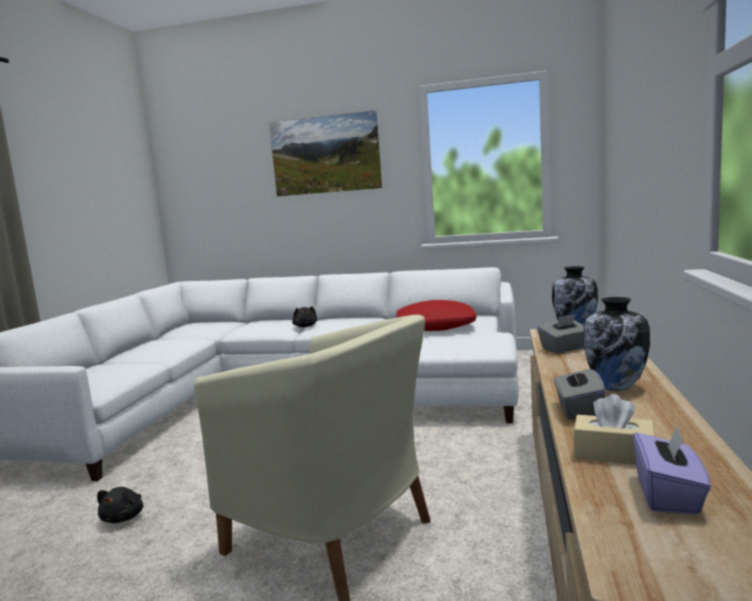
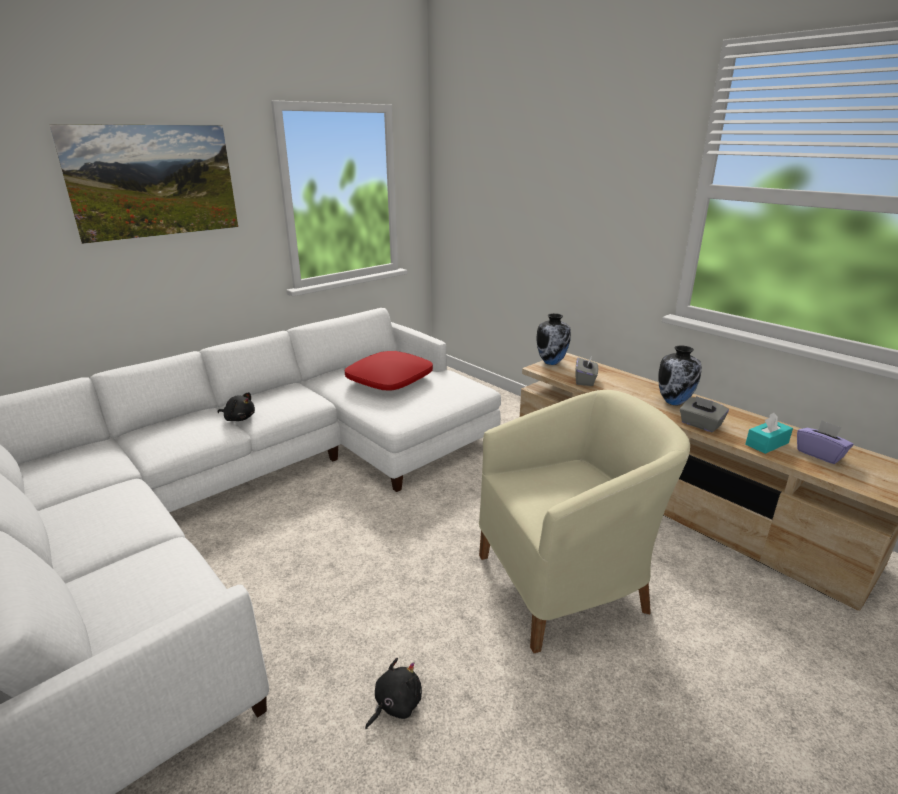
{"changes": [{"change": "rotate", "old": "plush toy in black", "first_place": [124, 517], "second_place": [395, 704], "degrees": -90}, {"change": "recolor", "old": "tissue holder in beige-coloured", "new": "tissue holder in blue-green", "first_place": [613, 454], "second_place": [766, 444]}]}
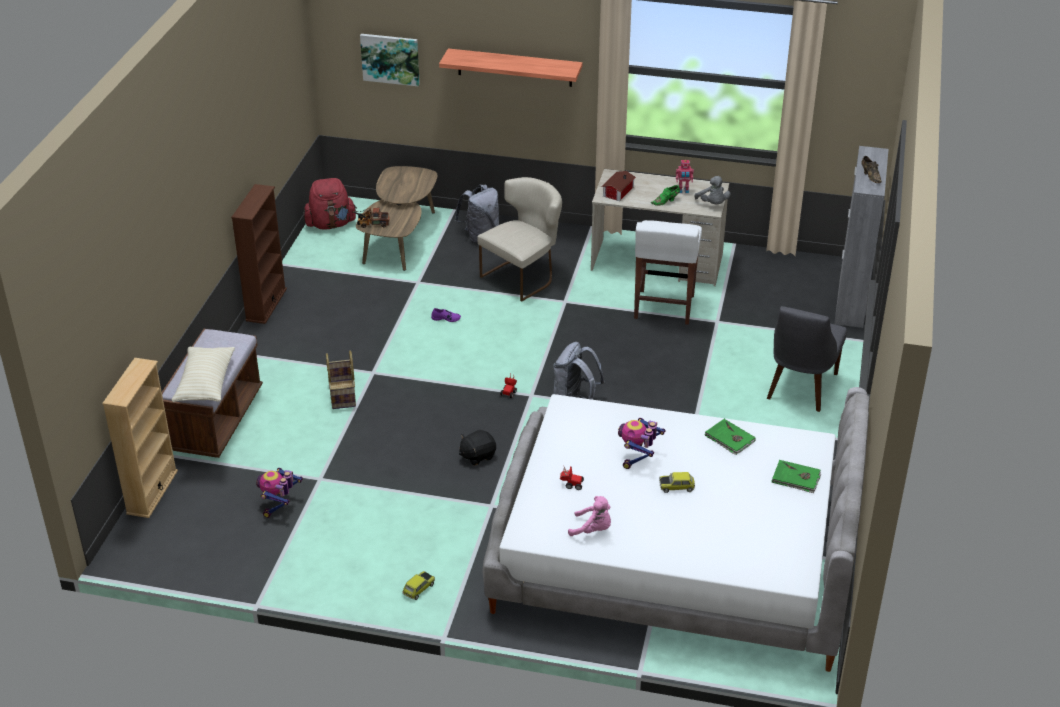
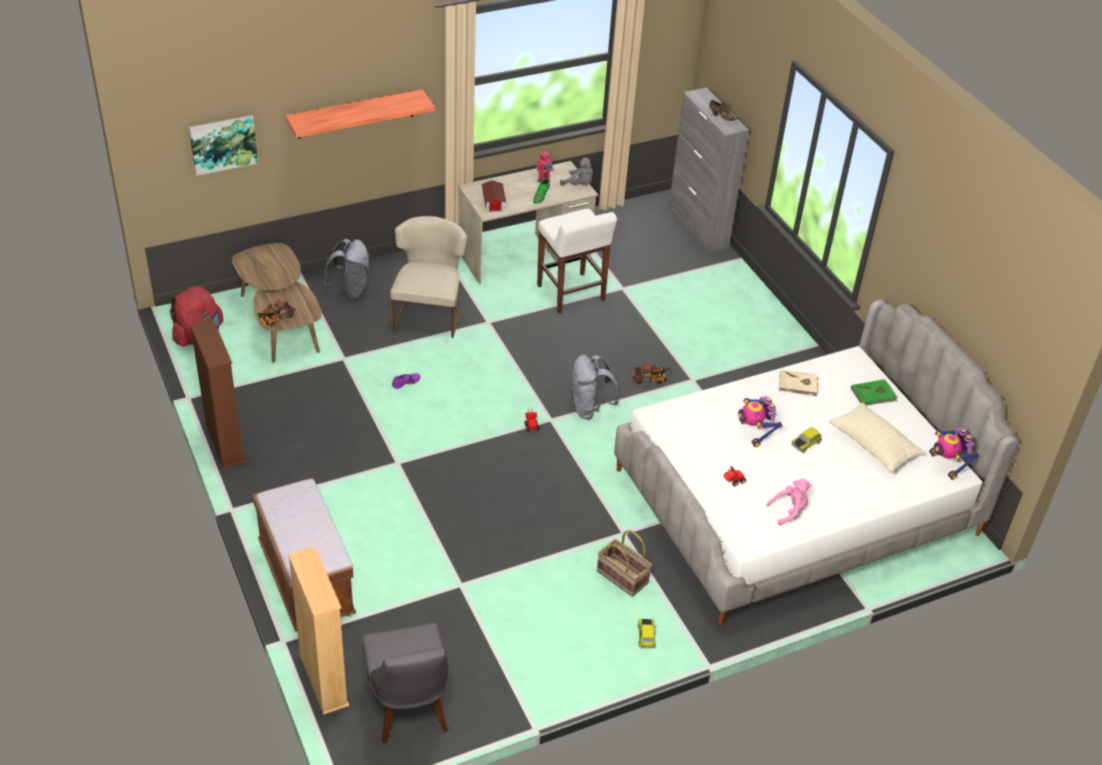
{"changes": [{"change": "move", "old": "cushion in beige-coloured", "first_place": [205, 384], "second_place": [873, 446]}, {"change": "move", "old": "model robot", "first_place": [280, 505], "second_place": [947, 465]}, {"change": "move", "old": "basket", "first_place": [343, 394], "second_place": [623, 577]}, {"change": "delete", "old": "plush toy in black", "first_place": [477, 456]}, {"change": "recolor", "old": "bound book in green-coloured", "new": "bound book in beige-coloured", "first_place": [729, 439], "second_place": [798, 385]}, {"change": "move", "old": "plain chair in gray", "first_place": [800, 388], "second_place": [408, 708]}, {"change": "insert", "new": "model truck", "second_place": [651, 379]}]}
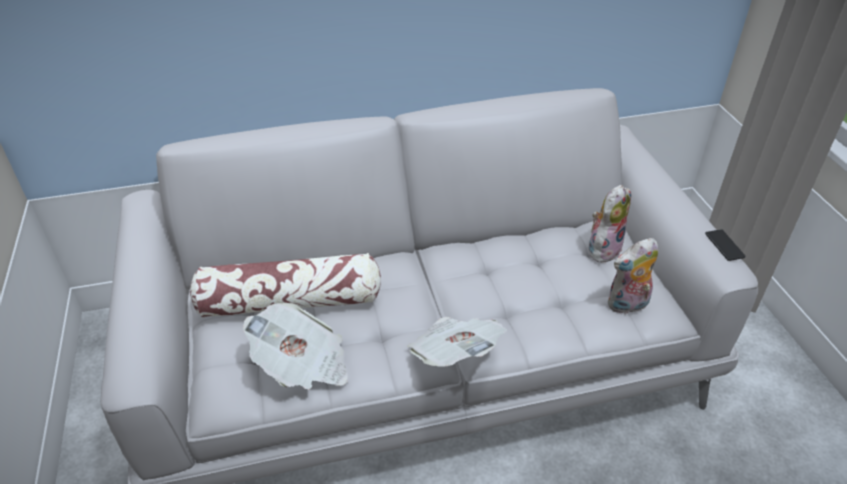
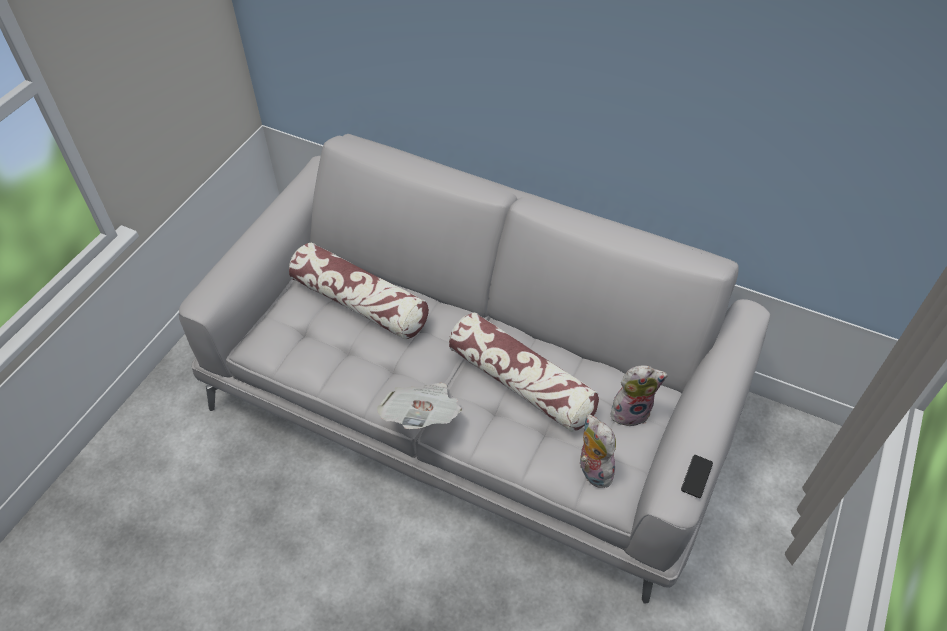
{"changes": [{"change": "delete", "old": "printed paper", "first_place": [302, 365]}, {"change": "rotate", "old": "plush toy", "first_place": [627, 305], "second_place": [592, 470], "degrees": 45}, {"change": "insert", "new": "cushion", "second_place": [521, 382]}]}
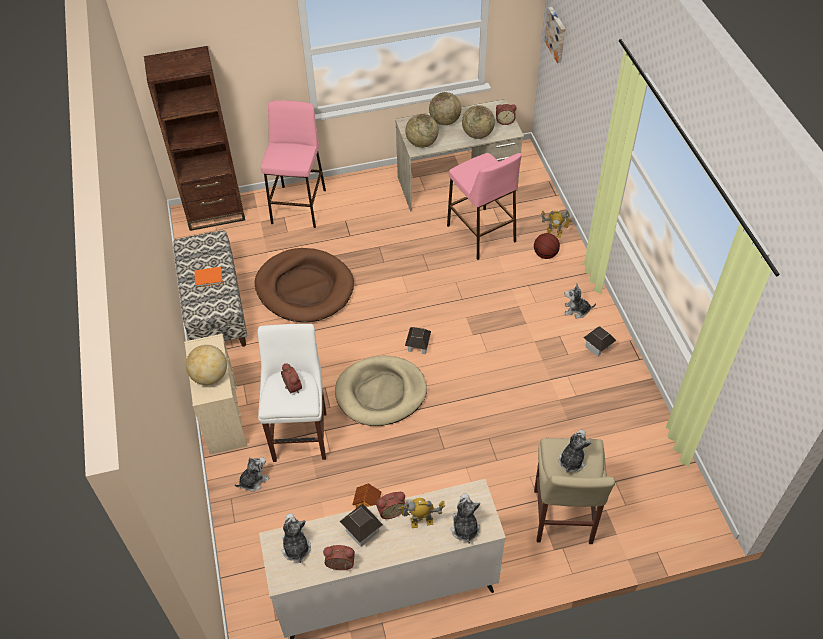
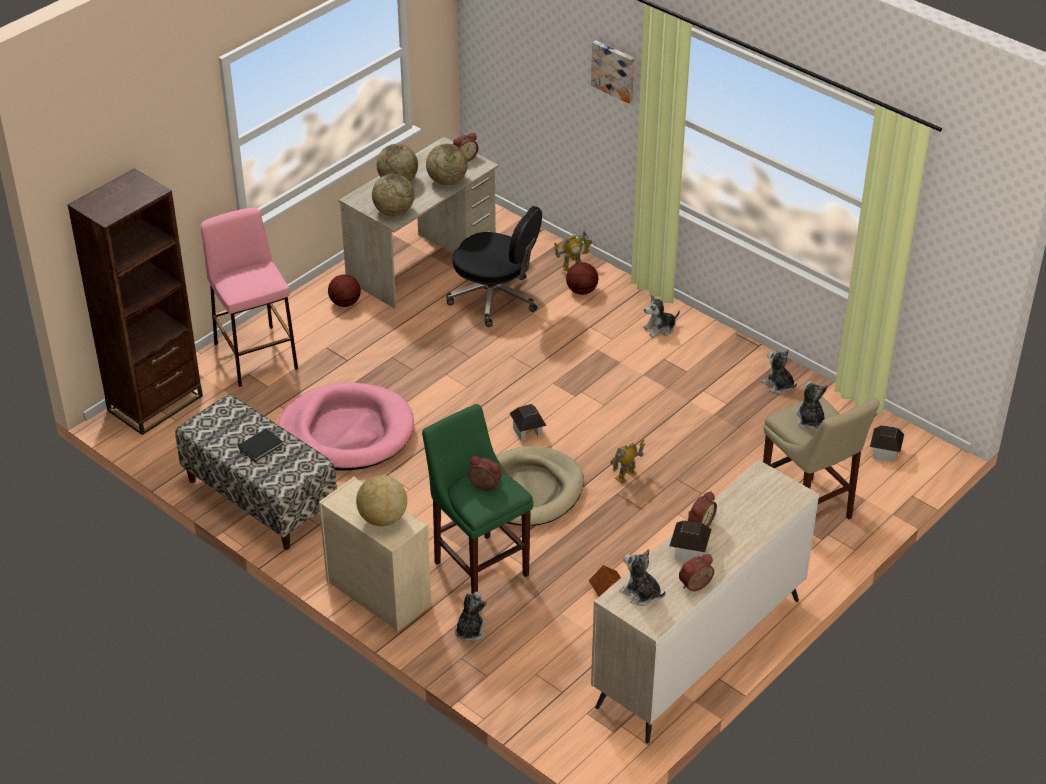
{"changes": [{"change": "recolor", "old": "bound book in orange-coloured", "new": "bound book in black", "first_place": [209, 278], "second_place": [262, 446]}, {"change": "recolor", "old": "pet bed in brownish", "new": "pet bed in pink-coloured", "first_place": [304, 288], "second_place": [346, 432]}, {"change": "recolor", "old": "sitting stool in white-coloured", "new": "sitting stool in green-coloured", "first_place": [301, 433], "second_place": [479, 565]}, {"change": "move", "old": "model robot", "first_place": [421, 522], "second_place": [626, 476]}, {"change": "replace", "old": "sitting stool in pink-coloured", "new": "desk chair in black", "first_place": [481, 234], "second_place": [495, 299]}, {"change": "move", "old": "plush toy", "first_place": [464, 527], "second_place": [778, 385]}, {"change": "move", "old": "picture", "first_place": [556, 34], "second_place": [614, 70]}, {"change": "move", "old": "model house", "first_place": [597, 347], "second_place": [884, 452]}, {"change": "insert", "new": "basketball ball", "second_place": [345, 303]}]}
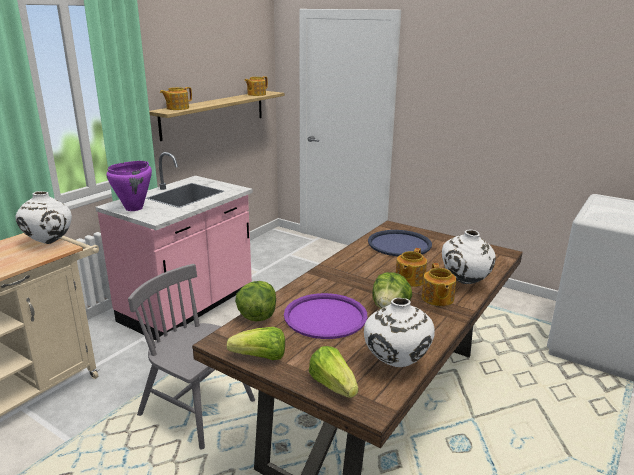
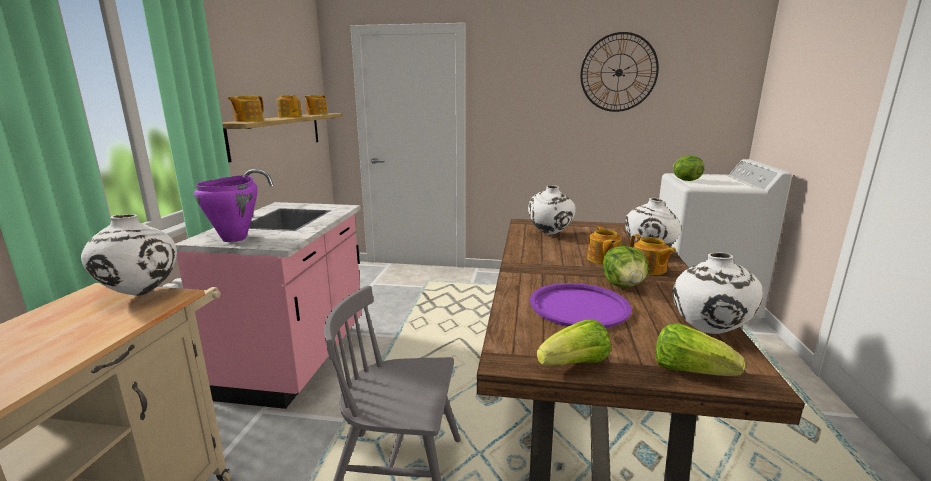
{"changes": [{"change": "move", "old": "lettuce head", "first_place": [257, 316], "second_place": [685, 180]}, {"change": "replace", "old": "tray in blue", "new": "decorative vase in white-coloured", "first_place": [399, 244], "second_place": [550, 234]}, {"change": "insert", "new": "tea pot", "second_place": [290, 116]}, {"change": "insert", "new": "wall clock", "second_place": [618, 72]}]}
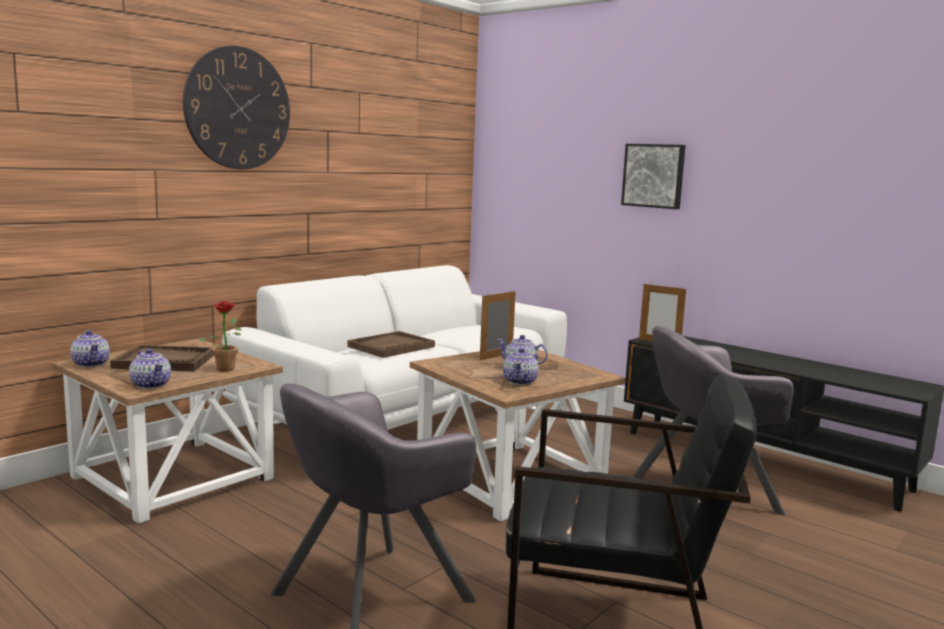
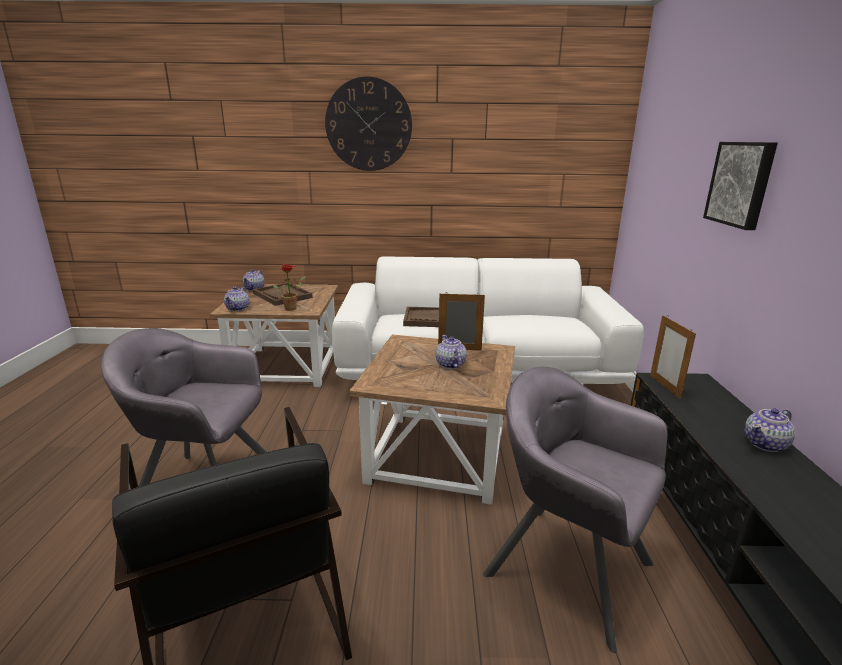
{"changes": [{"change": "move", "old": "tea pot", "first_place": [520, 381], "second_place": [765, 444]}]}
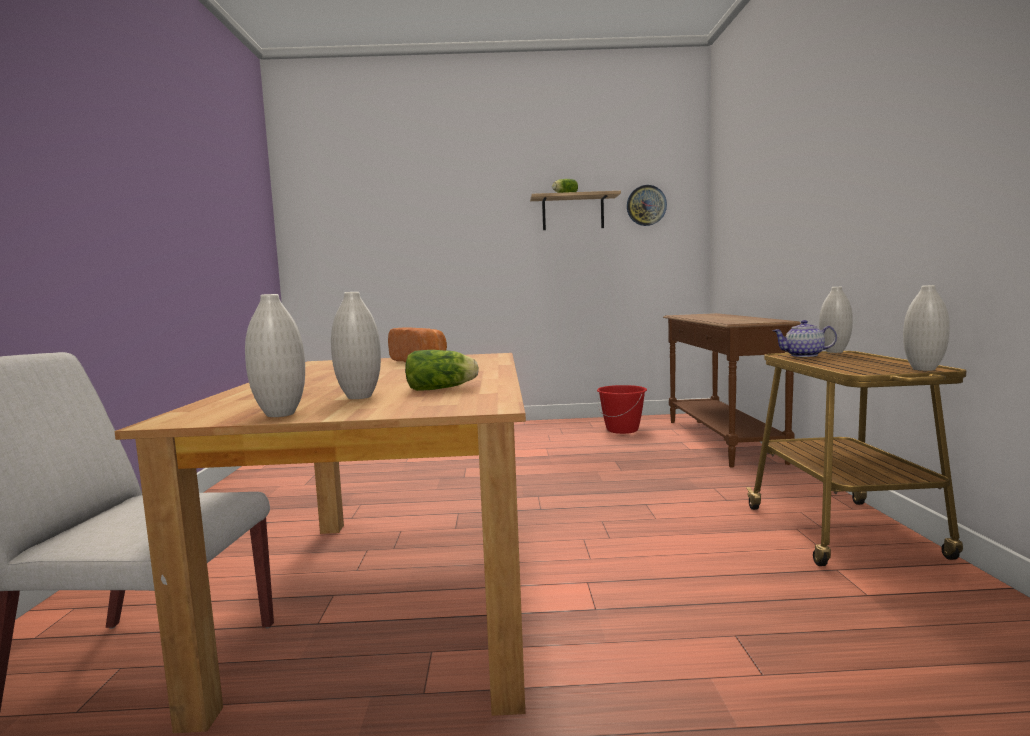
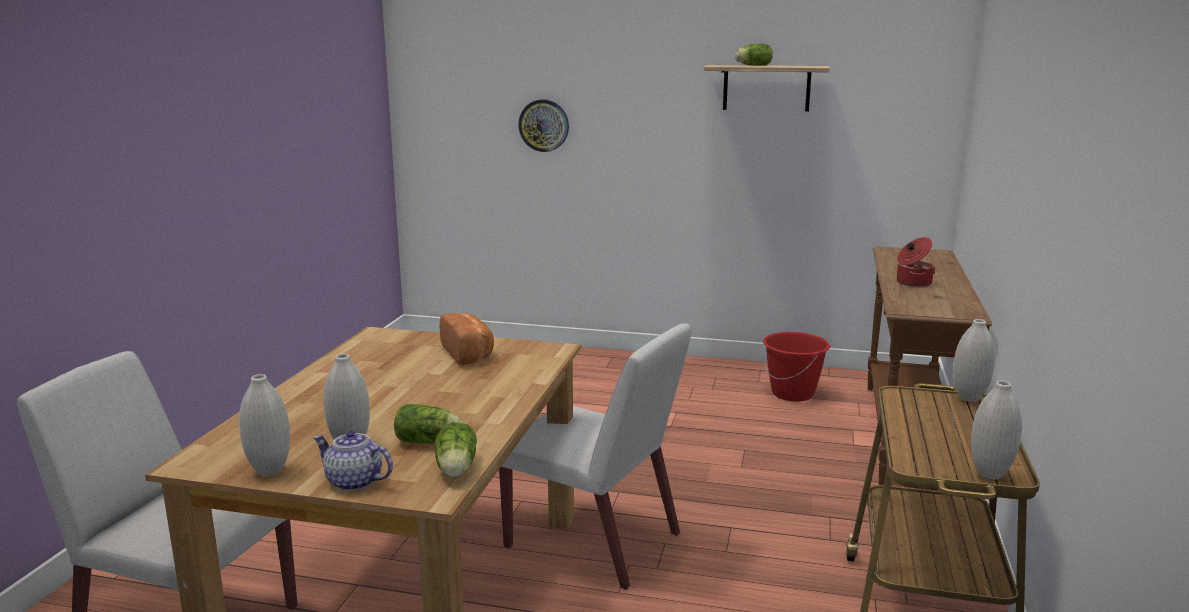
{"changes": [{"change": "move", "old": "wall clock", "first_place": [646, 205], "second_place": [544, 125]}, {"change": "move", "old": "tea pot", "first_place": [803, 355], "second_place": [353, 482]}, {"change": "insert", "new": "lettuce head", "second_place": [456, 470]}, {"change": "insert", "new": "plain chair in white-coloured", "second_place": [595, 541]}, {"change": "insert", "new": "cooking pot", "second_place": [912, 283]}]}
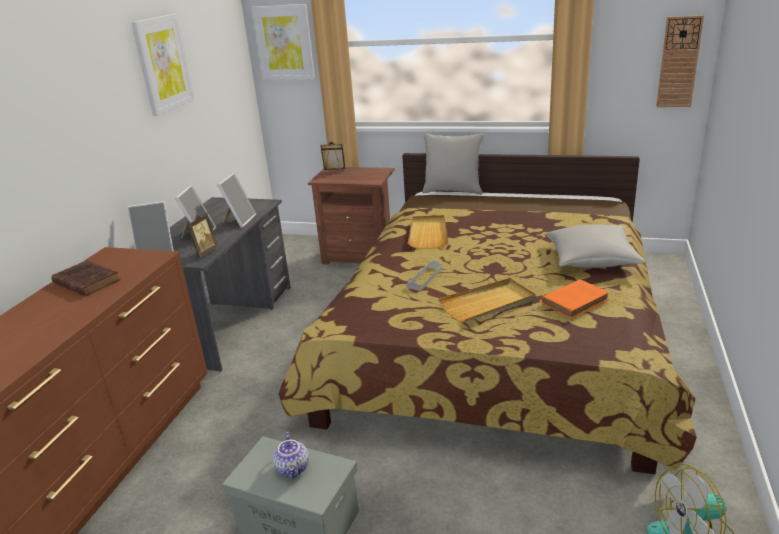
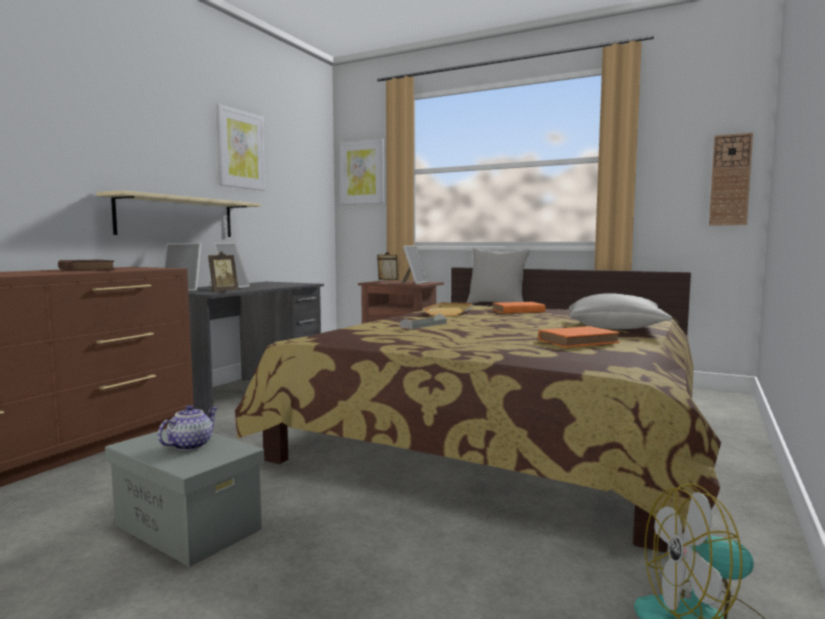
{"changes": [{"change": "move", "old": "picture frame", "first_place": [239, 221], "second_place": [414, 283]}, {"change": "rotate", "old": "tea pot", "first_place": [293, 468], "second_place": [190, 445], "degrees": -150}, {"change": "delete", "old": "tray in beige-coloured", "first_place": [488, 303]}, {"change": "insert", "new": "wall shelf in beige-coloured", "second_place": [177, 217]}, {"change": "insert", "new": "bound book in orange-coloured", "second_place": [516, 311]}]}
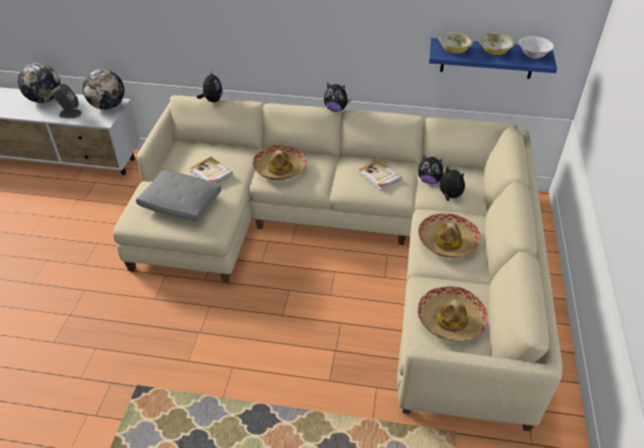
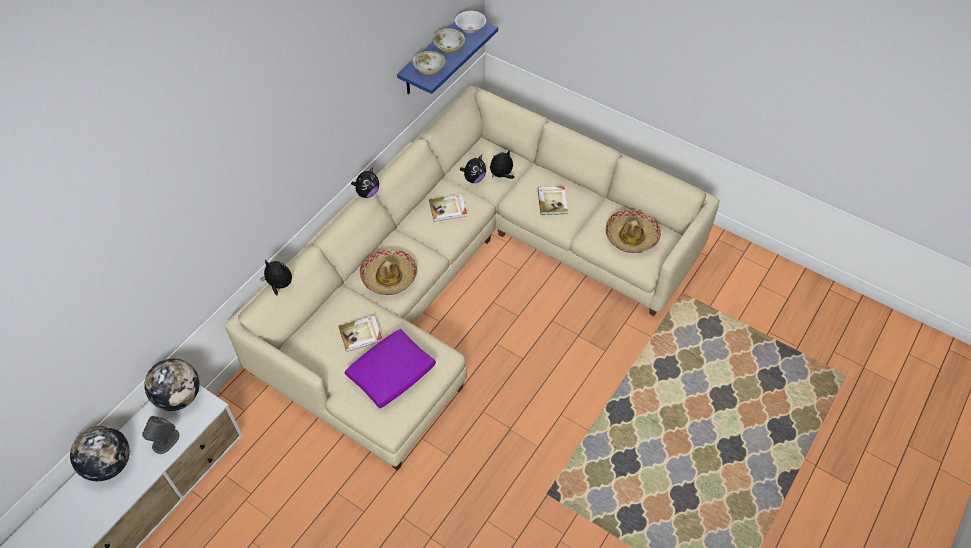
{"changes": [{"change": "recolor", "old": "cushion in gray", "new": "cushion in purple-coloured", "first_place": [181, 203], "second_place": [392, 373]}, {"change": "replace", "old": "clothing hat", "new": "bound book", "first_place": [447, 241], "second_place": [553, 201]}]}
